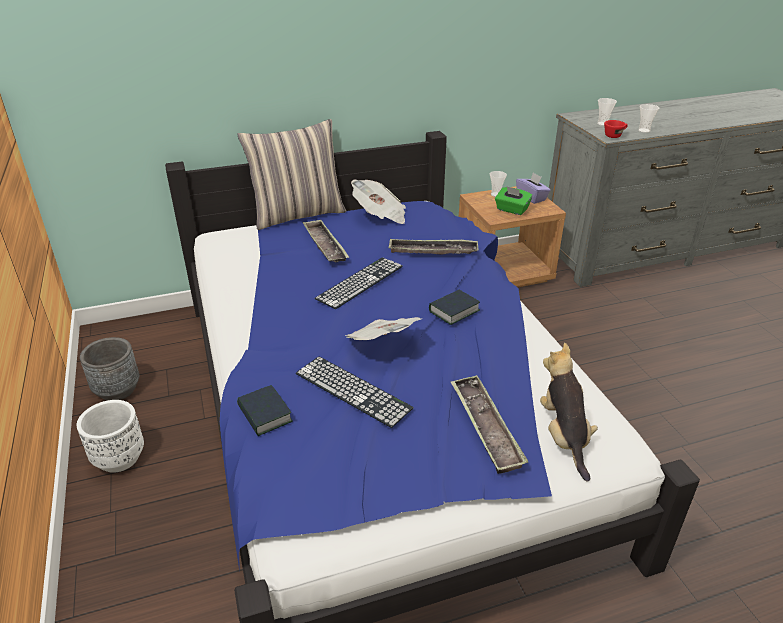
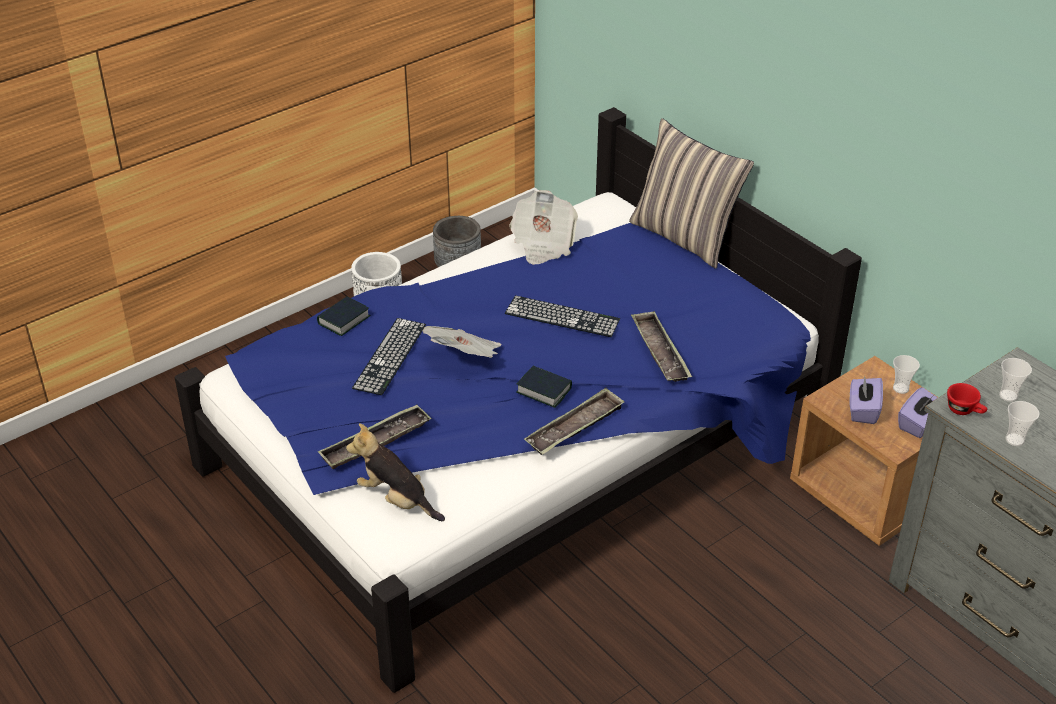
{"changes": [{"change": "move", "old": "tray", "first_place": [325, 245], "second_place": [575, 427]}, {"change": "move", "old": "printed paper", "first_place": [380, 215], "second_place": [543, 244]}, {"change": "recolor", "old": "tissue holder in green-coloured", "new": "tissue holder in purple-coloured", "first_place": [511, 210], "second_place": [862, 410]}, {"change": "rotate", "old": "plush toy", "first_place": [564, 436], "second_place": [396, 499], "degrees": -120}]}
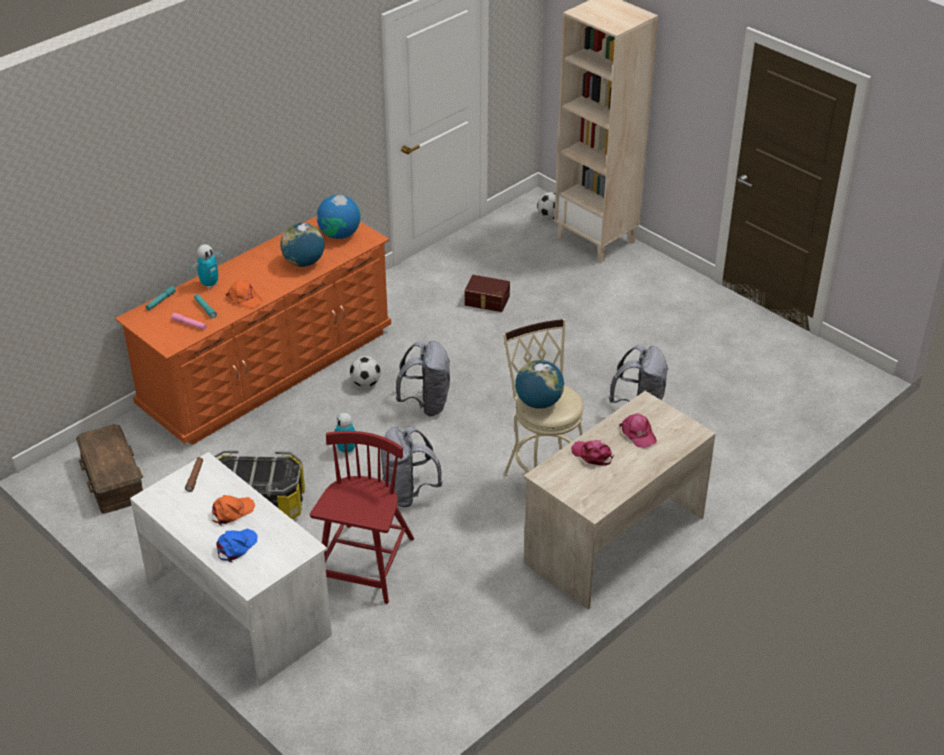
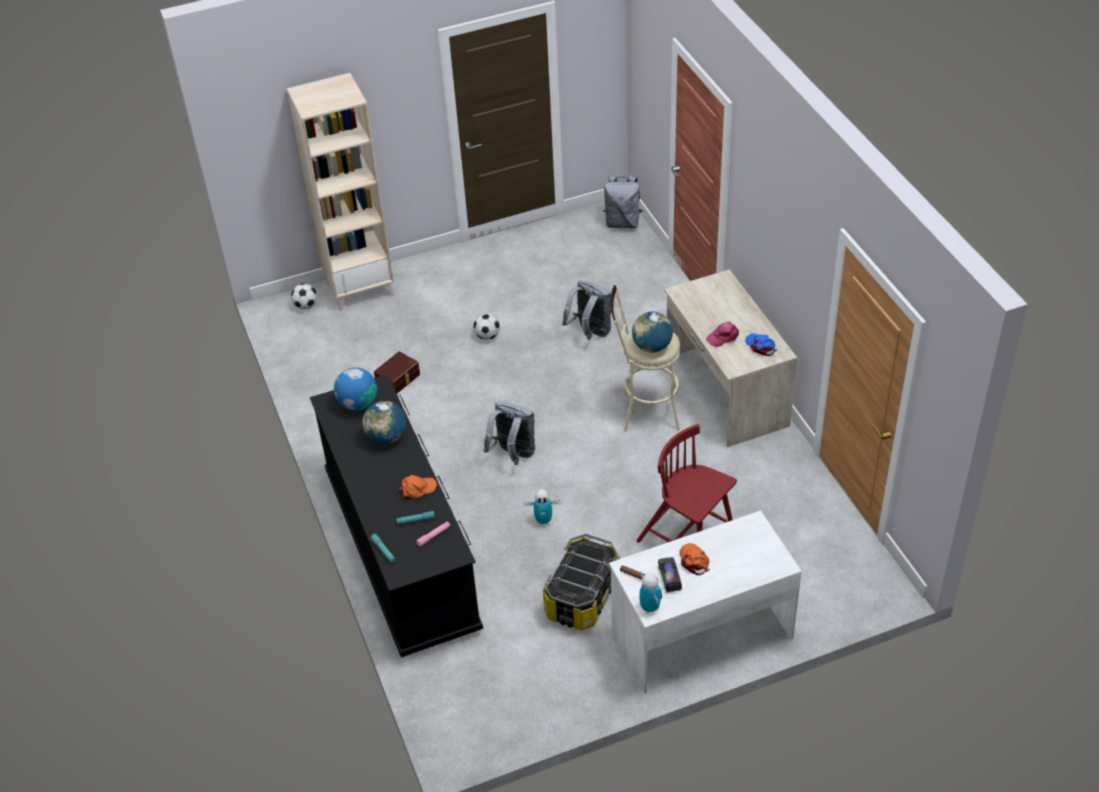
{"changes": [{"change": "delete", "old": "storage box in brownish", "first_place": [111, 479]}, {"change": "recolor", "old": "drawer chest in orange-coloured", "new": "drawer chest in black", "first_place": [268, 370], "second_place": [402, 550]}, {"change": "move", "old": "model robot", "first_place": [209, 284], "second_place": [649, 607]}, {"change": "move", "old": "baseball cap in blue", "first_place": [236, 546], "second_place": [760, 346]}, {"change": "move", "old": "ball for football", "first_place": [365, 383], "second_place": [487, 336]}, {"change": "move", "old": "knapsack in gray", "first_place": [408, 493], "second_place": [622, 223]}, {"change": "delete", "old": "baseball cap in pink-coloured", "first_place": [638, 434]}, {"change": "insert", "new": "model truck", "second_place": [669, 578]}]}
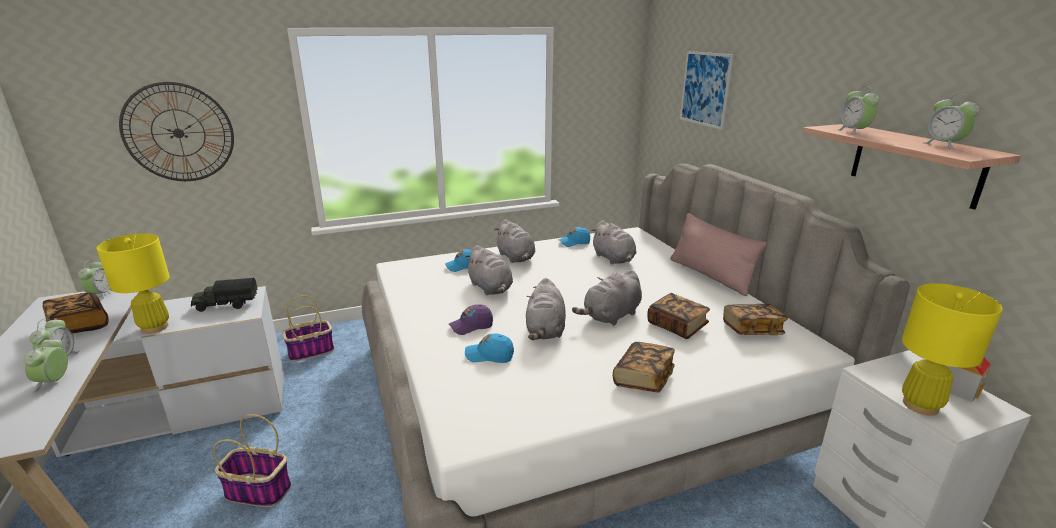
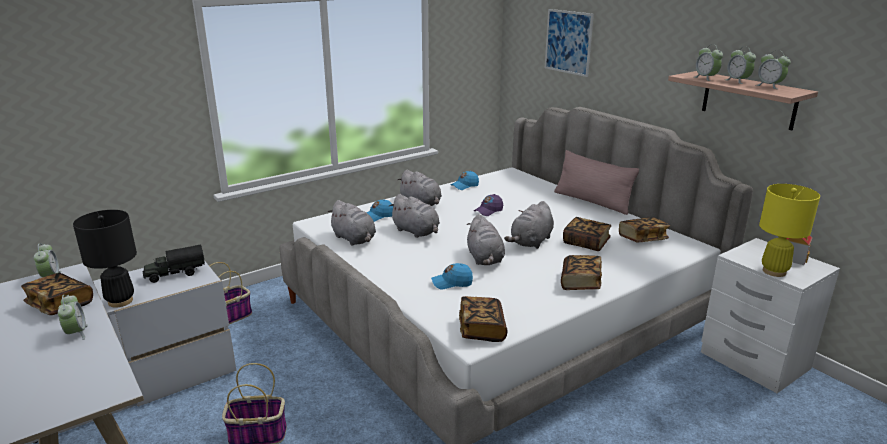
{"changes": [{"change": "move", "old": "table clock", "first_place": [54, 382], "second_place": [737, 81]}, {"change": "recolor", "old": "lamp for a table in yellow-coloured", "new": "lamp for a table in black", "first_place": [154, 327], "second_place": [120, 301]}, {"change": "delete", "old": "wall clock", "first_place": [178, 133]}, {"change": "move", "old": "baseball cap in purple-coloured", "first_place": [471, 326], "second_place": [488, 211]}, {"change": "move", "old": "plush toy in gray", "first_place": [614, 259], "second_place": [354, 239]}, {"change": "insert", "new": "bound book", "second_place": [482, 329]}]}
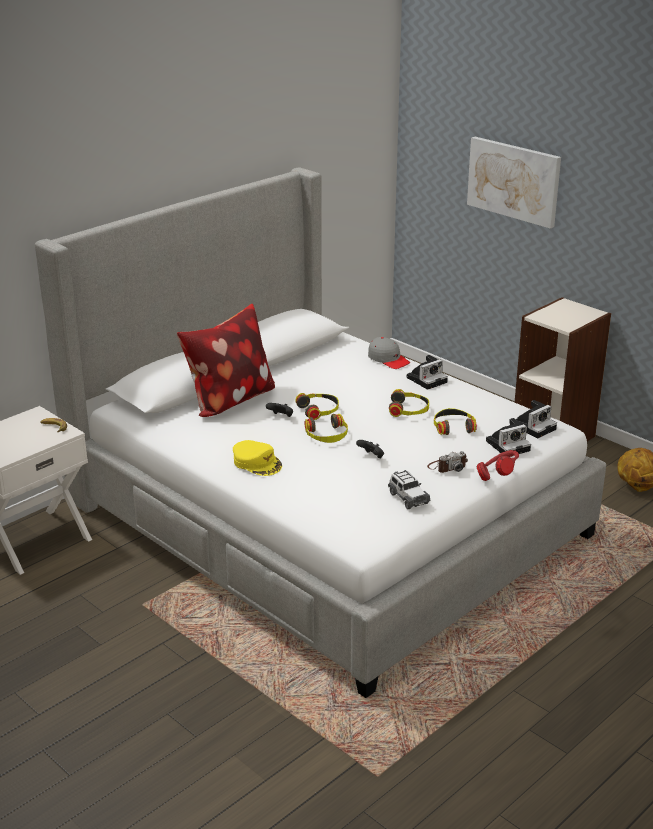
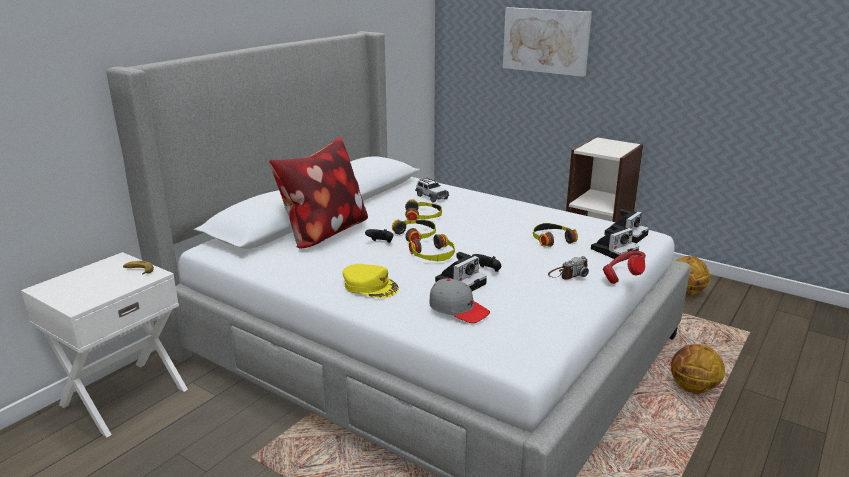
{"changes": [{"change": "move", "old": "baseball cap in gray", "first_place": [388, 359], "second_place": [458, 309]}, {"change": "move", "old": "model car", "first_place": [408, 498], "second_place": [431, 197]}, {"change": "move", "old": "headset", "first_place": [409, 410], "second_place": [423, 216]}, {"change": "move", "old": "still camera", "first_place": [427, 379], "second_place": [461, 282]}, {"change": "insert", "new": "basketball ball", "second_place": [692, 388]}]}
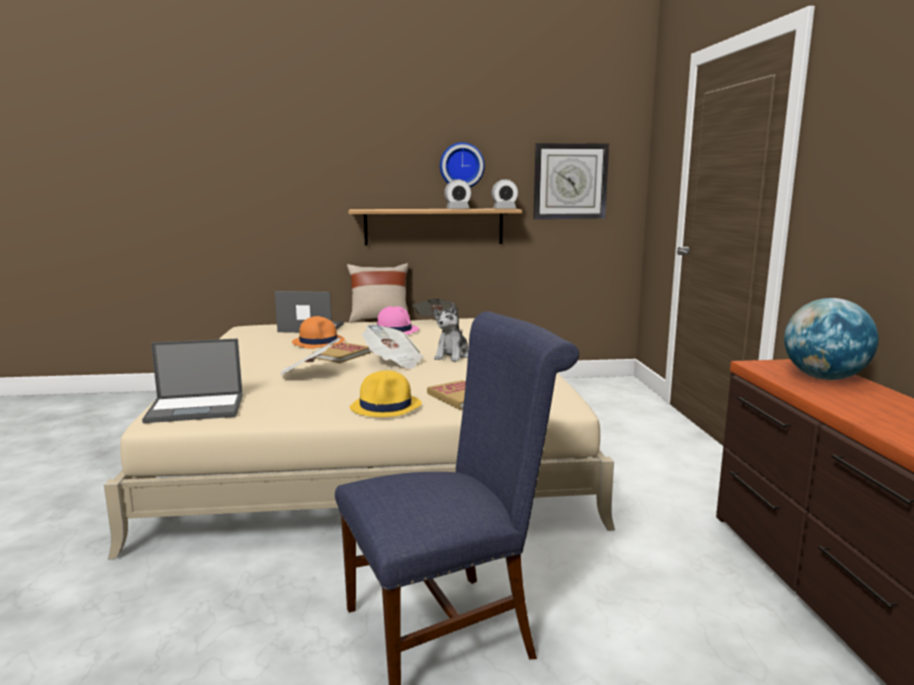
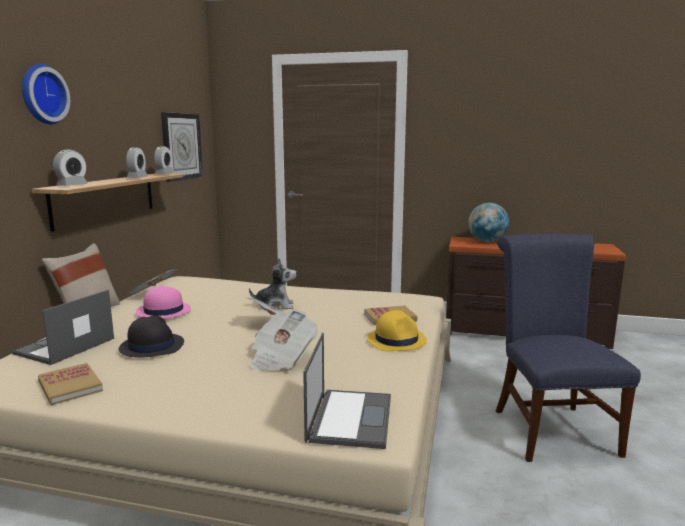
{"changes": [{"change": "recolor", "old": "clothing hat in orange-coloured", "new": "clothing hat in black", "first_place": [318, 342], "second_place": [151, 346]}, {"change": "move", "old": "bound book", "first_place": [342, 355], "second_place": [70, 386]}, {"change": "rotate", "old": "plush toy", "first_place": [452, 356], "second_place": [275, 306], "degrees": -45}, {"change": "move", "old": "wall clock", "first_place": [461, 165], "second_place": [41, 94]}, {"change": "insert", "new": "table clock", "second_place": [72, 185]}]}
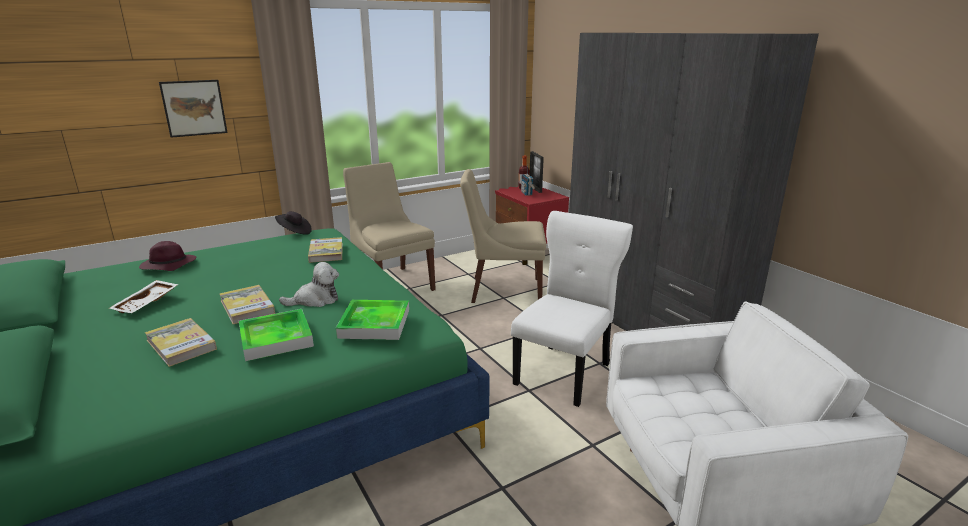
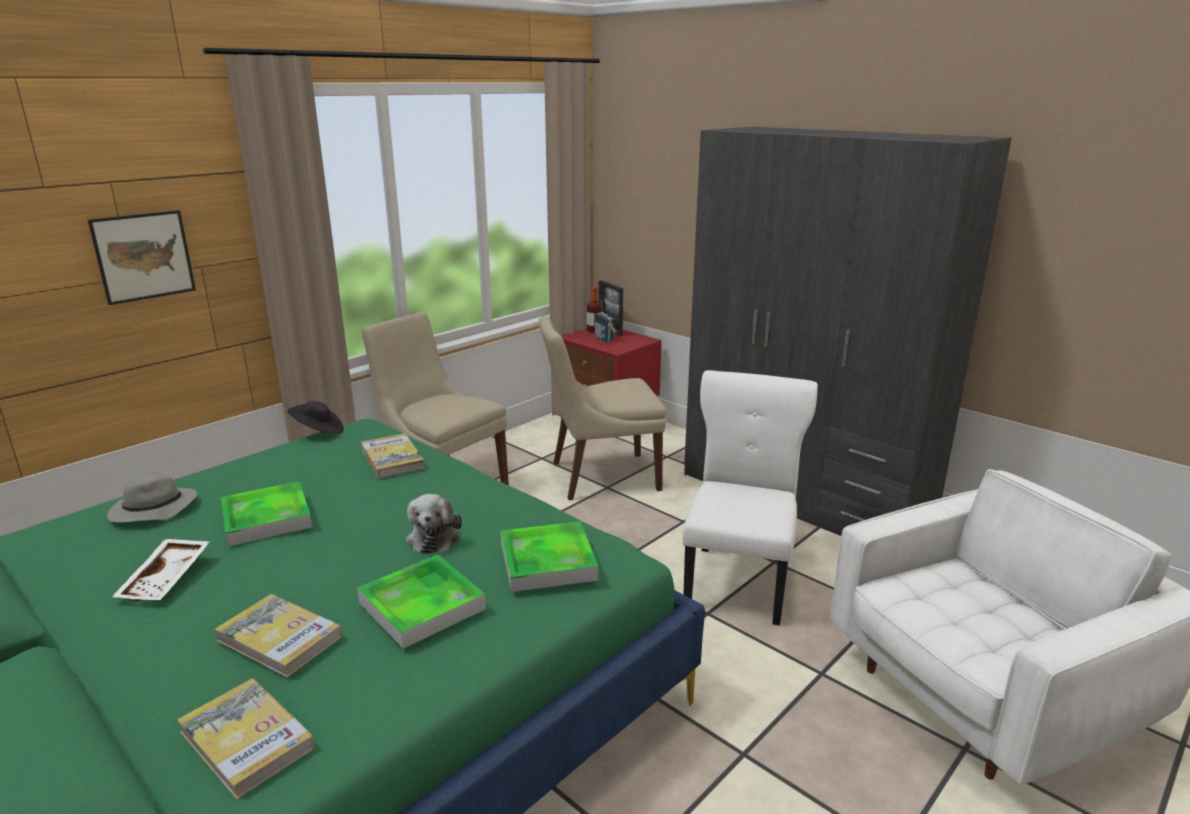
{"changes": [{"change": "recolor", "old": "clothing hat in purple-coloured", "new": "clothing hat in gray", "first_place": [168, 265], "second_place": [152, 510]}, {"change": "move", "old": "bound book", "first_place": [247, 307], "second_place": [246, 740]}, {"change": "rotate", "old": "plush toy", "first_place": [315, 300], "second_place": [434, 537], "degrees": 120}, {"change": "insert", "new": "tray", "second_place": [267, 518]}]}
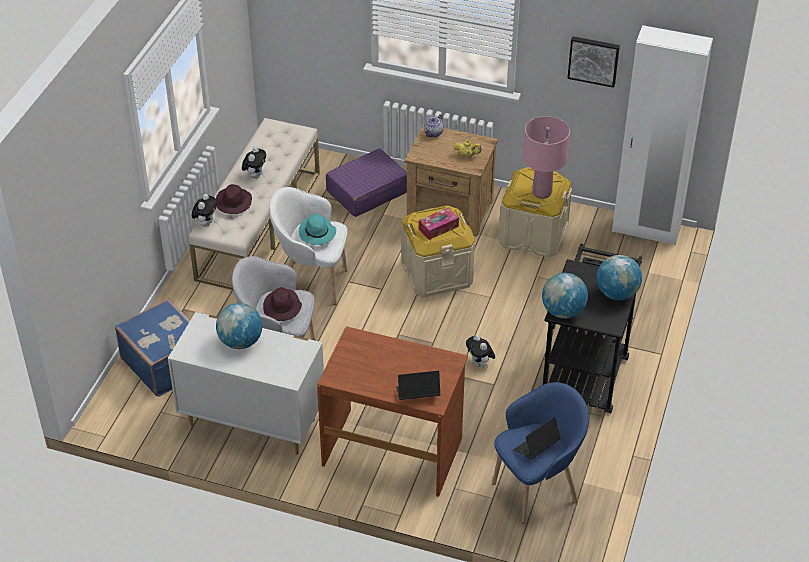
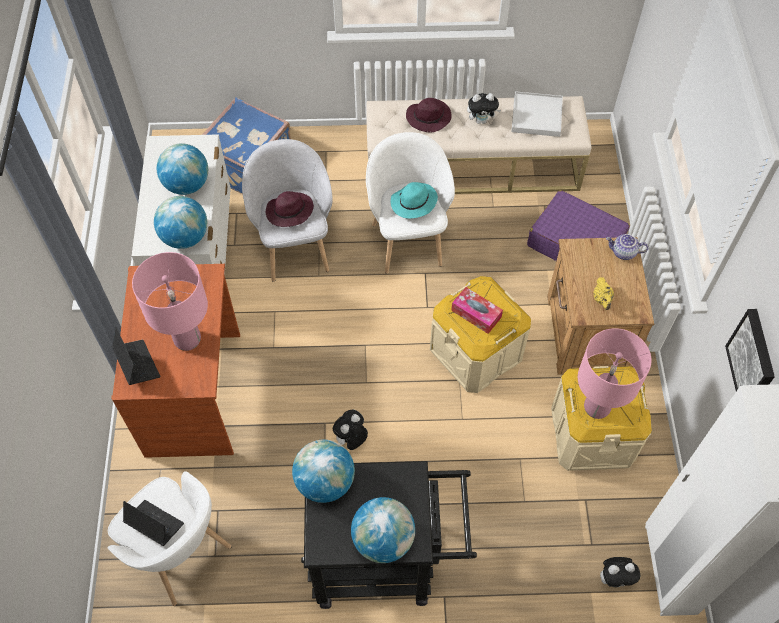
{"changes": [{"change": "move", "old": "plush toy", "first_place": [206, 223], "second_place": [615, 579]}, {"change": "recolor", "old": "lounge chair in blue", "new": "lounge chair in white-coloured", "first_place": [537, 489], "second_place": [181, 555]}, {"change": "insert", "new": "lamp for a table in pink-coloured", "second_place": [187, 340]}, {"change": "insert", "new": "globe", "second_place": [185, 237]}, {"change": "insert", "new": "tray in white-coloured", "second_place": [536, 116]}]}
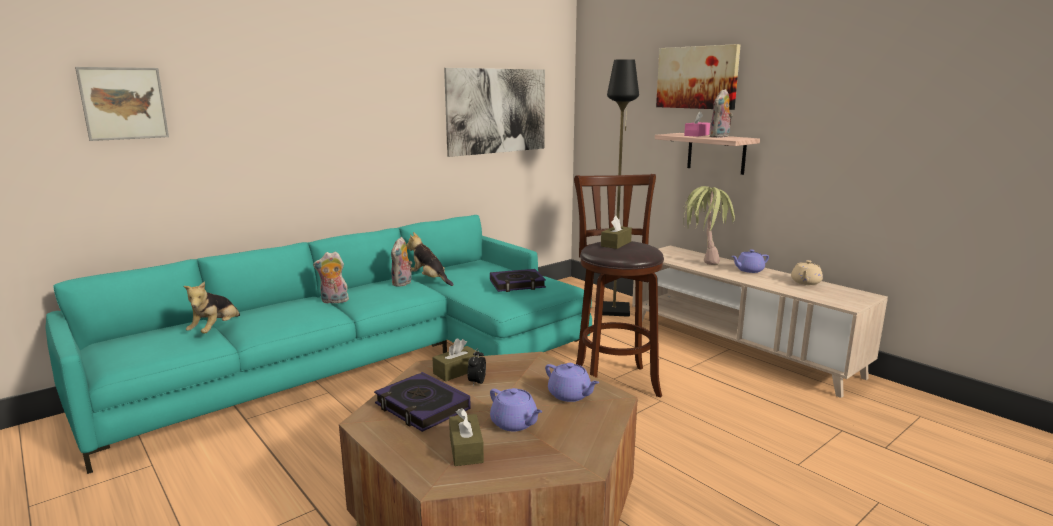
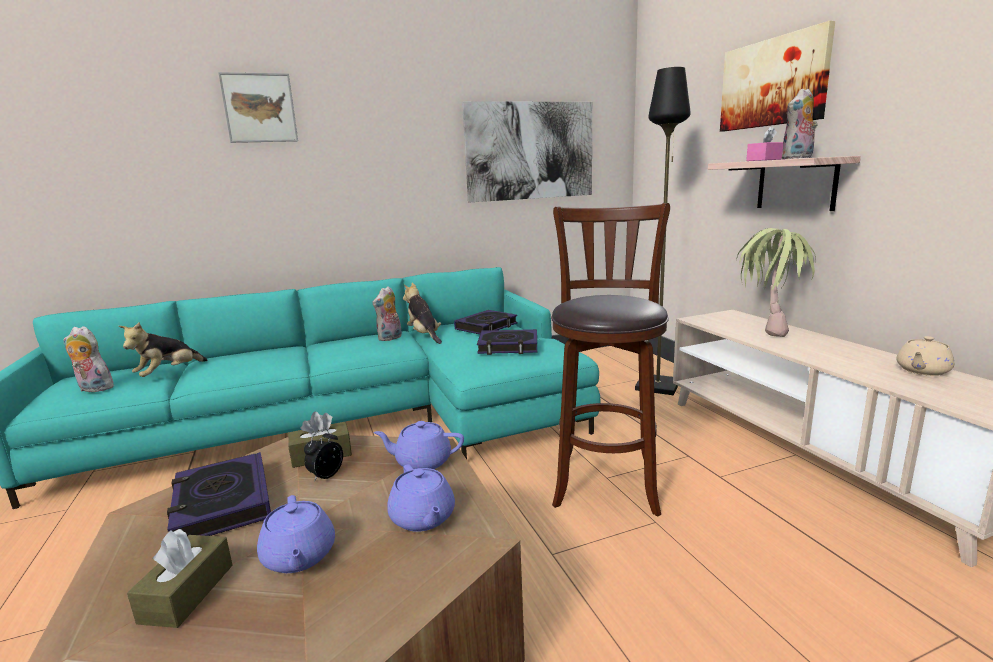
{"changes": [{"change": "move", "old": "picture", "first_place": [124, 103], "second_place": [259, 108]}, {"change": "move", "old": "plush toy", "first_place": [334, 301], "second_place": [93, 389]}, {"change": "delete", "old": "tissue holder in brownish", "first_place": [616, 244]}, {"change": "move", "old": "tea pot in purple-coloured", "first_place": [749, 270], "second_place": [422, 462]}, {"change": "insert", "new": "bound book", "second_place": [486, 327]}]}
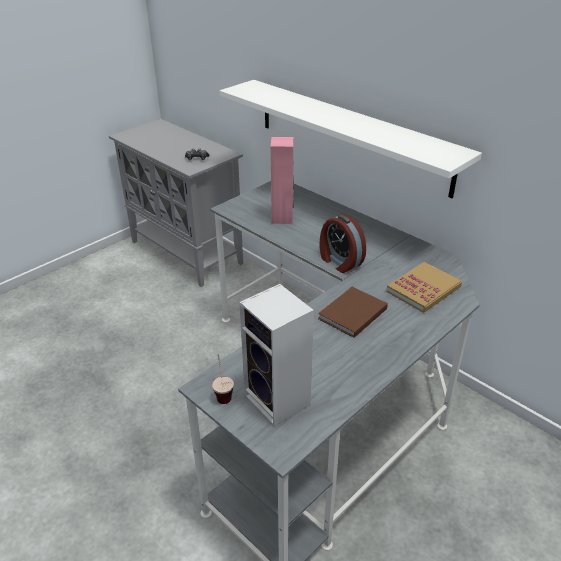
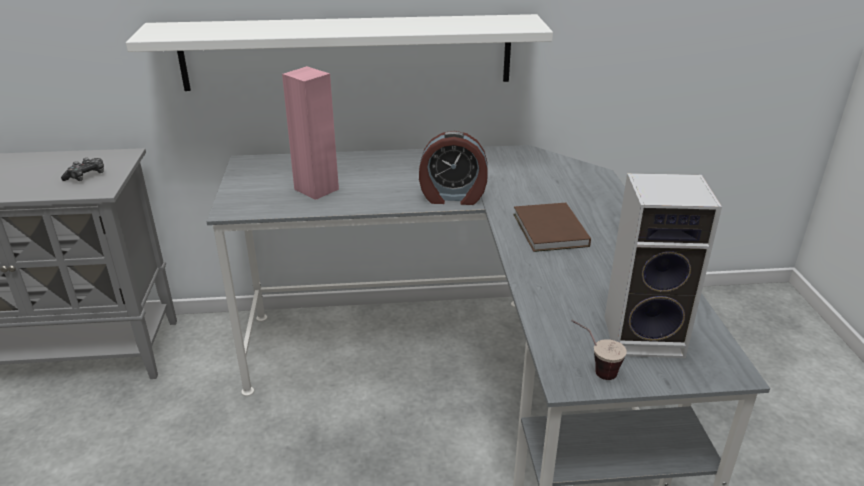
{"changes": [{"change": "delete", "old": "bound book", "first_place": [423, 289]}]}
